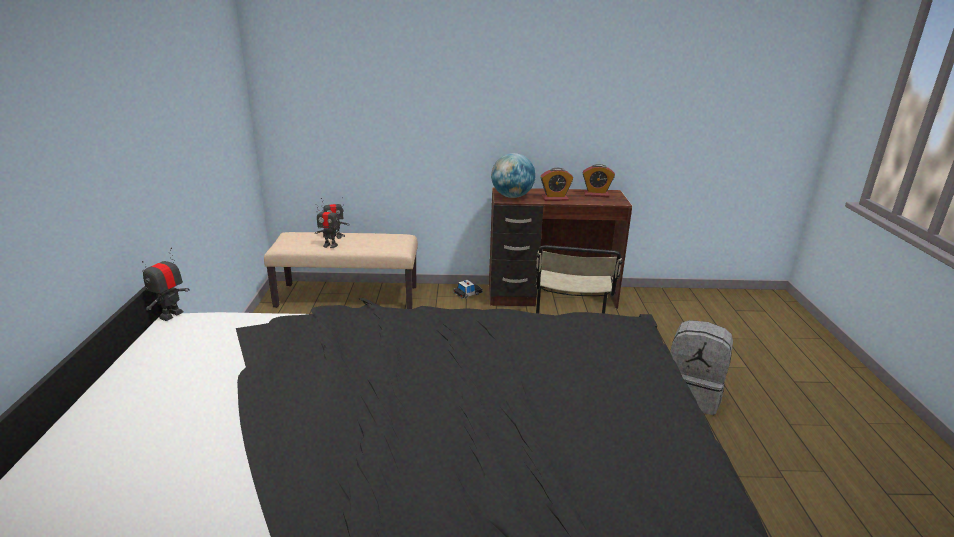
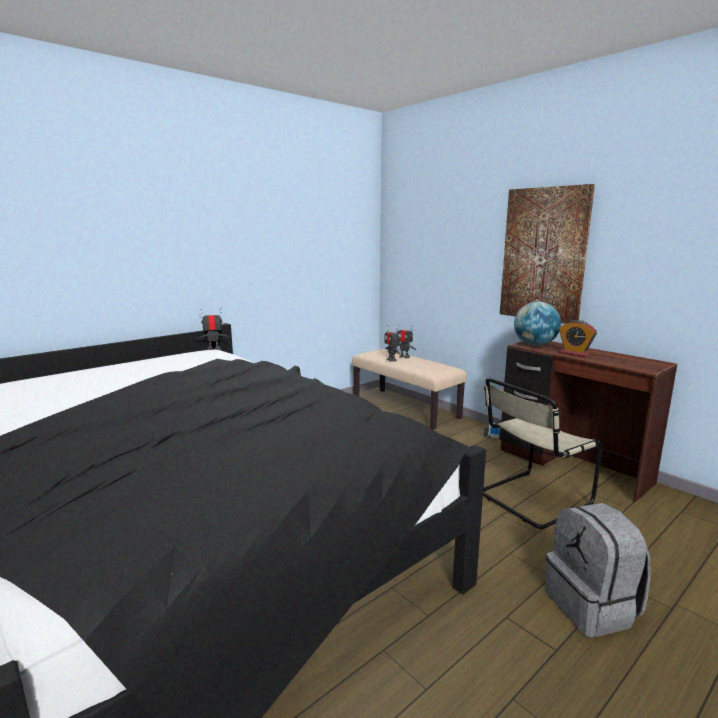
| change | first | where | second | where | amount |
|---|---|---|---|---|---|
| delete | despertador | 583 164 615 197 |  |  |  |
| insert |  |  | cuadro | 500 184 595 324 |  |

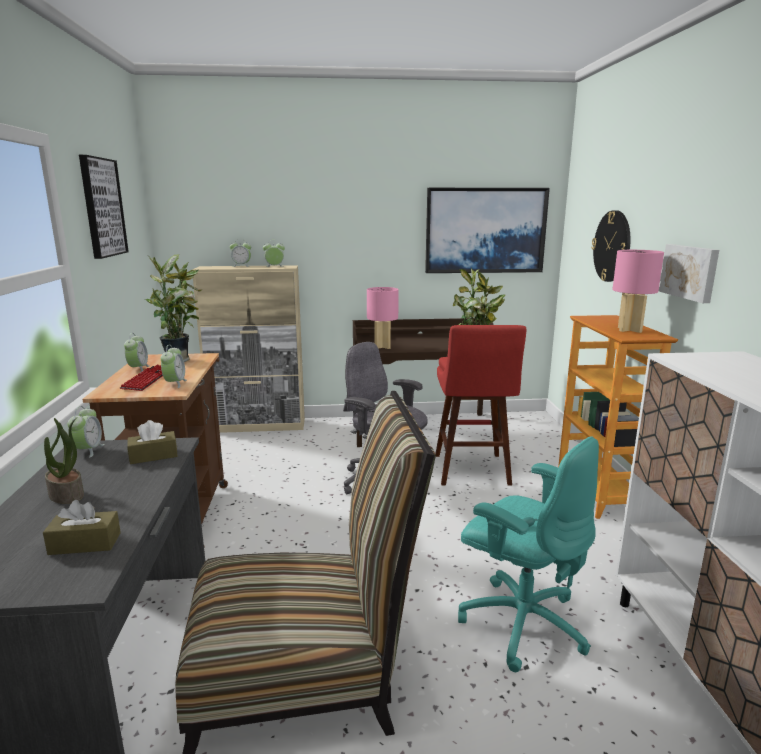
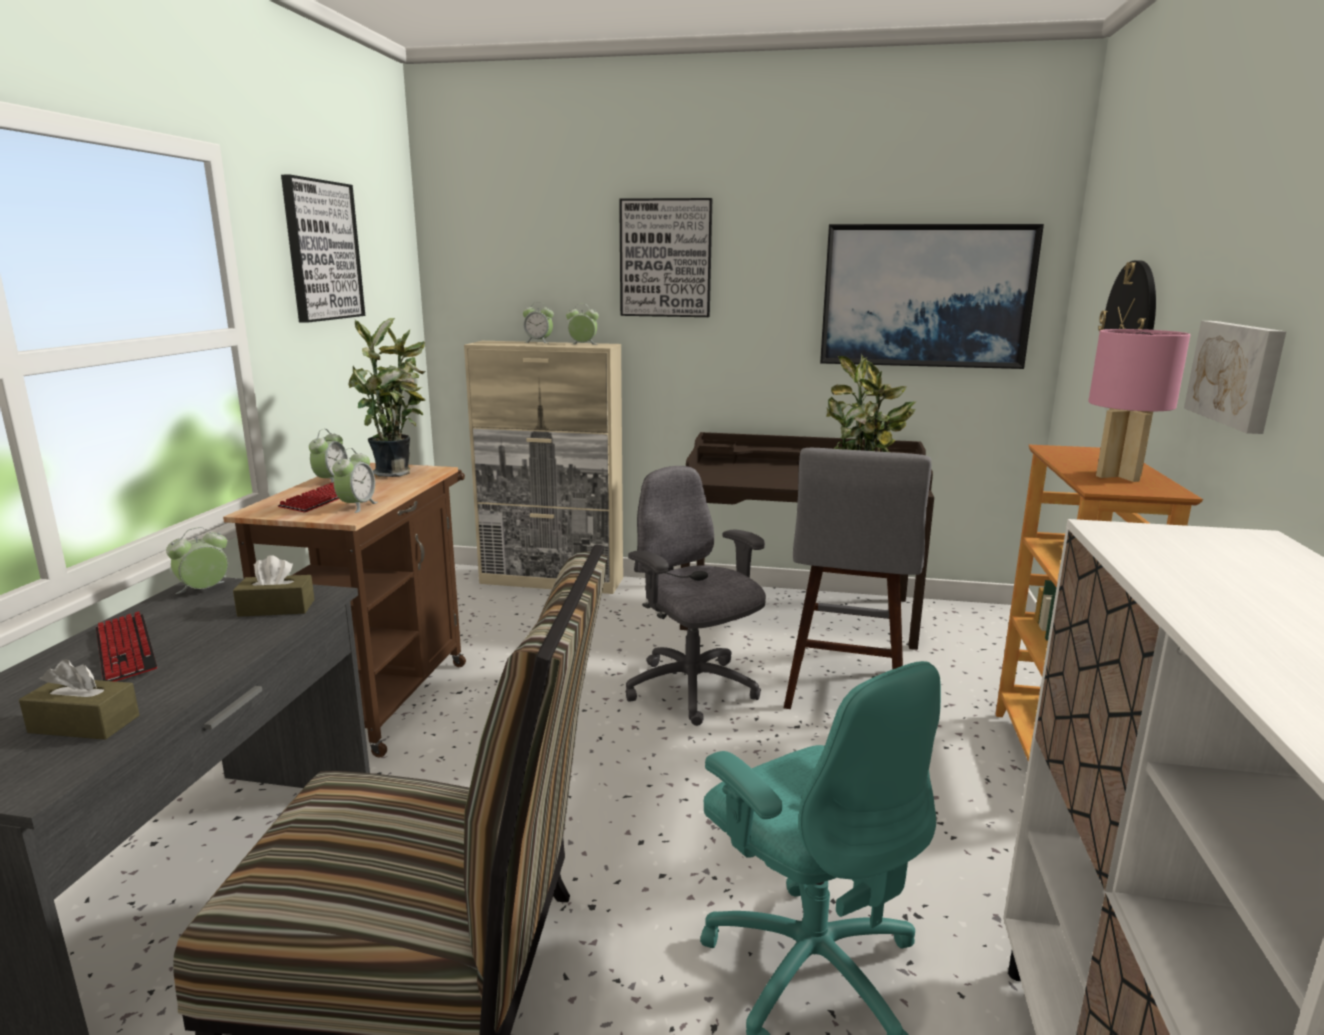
| change | first | where | second | where | amount |
|---|---|---|---|---|---|
| delete | lámpara de mesa/rosa | 367 287 399 349 |  |  |  |
| recolor | taburete/rojo | 435 325 527 486 | taburete/gris | 784 448 932 709 |  |
| rotate | despertador | 67 406 105 458 |  | 166 527 228 594 | 150 degrees counterclockwise |
| replace | planta en maceta | 44 418 84 504 | teclado | 96 611 157 682 |  |
| insert |  |  | cuadro | 619 198 712 317 |  |

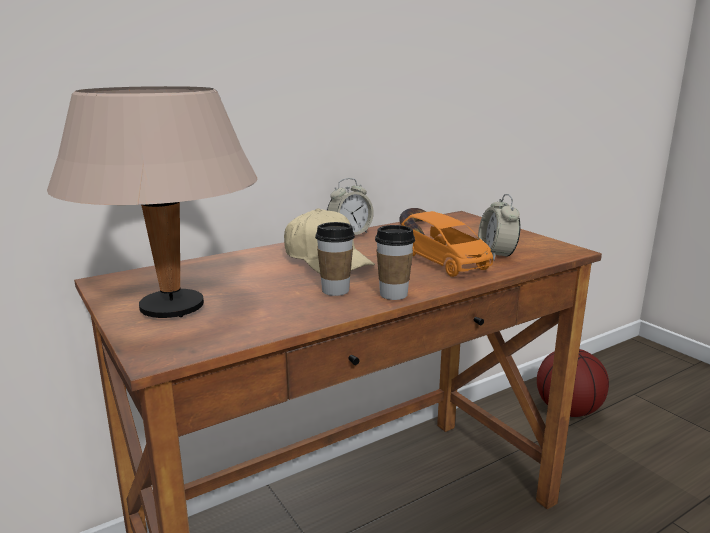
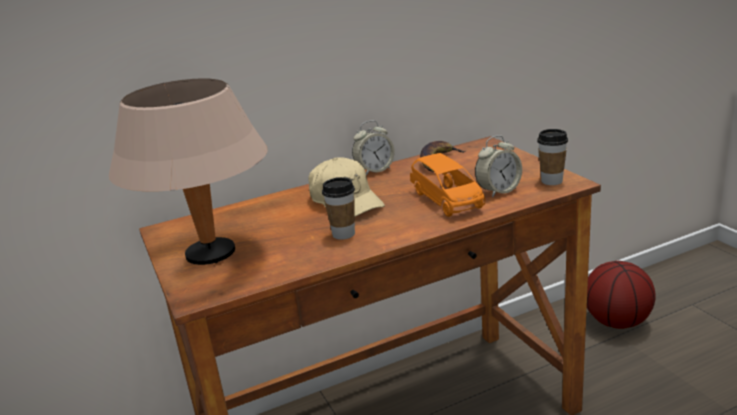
| change | first | where | second | where | amount |
|---|---|---|---|---|---|
| rotate | despertador | 478 194 521 260 |  | 475 135 522 198 | 120 degrees counterclockwise |
| move | taza | 375 225 415 300 |  | 537 129 568 185 |  |

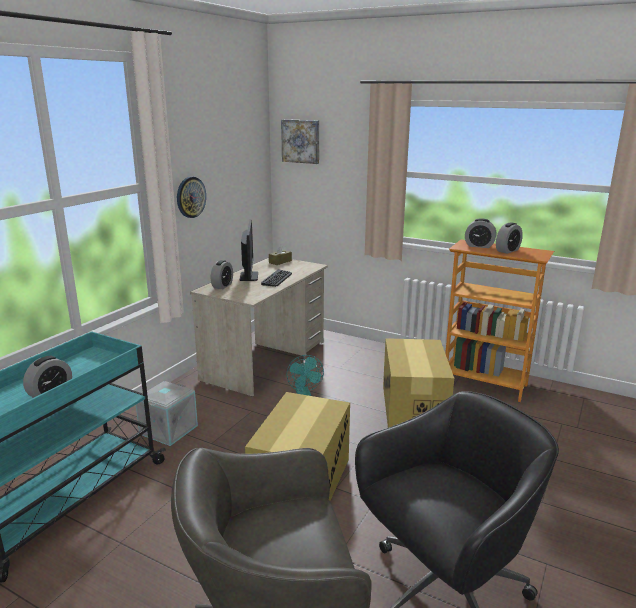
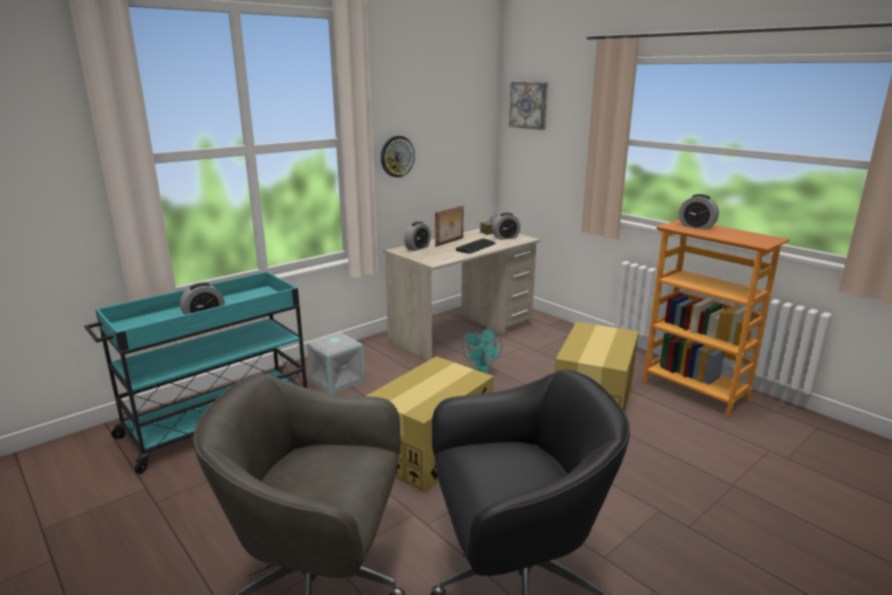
| change | first | where | second | where | amount |
|---|---|---|---|---|---|
| replace | monitor | 240 219 258 281 | portarretratos | 435 206 463 247 |  |
| move | despertador | 496 222 523 254 |  | 492 213 521 240 |  |

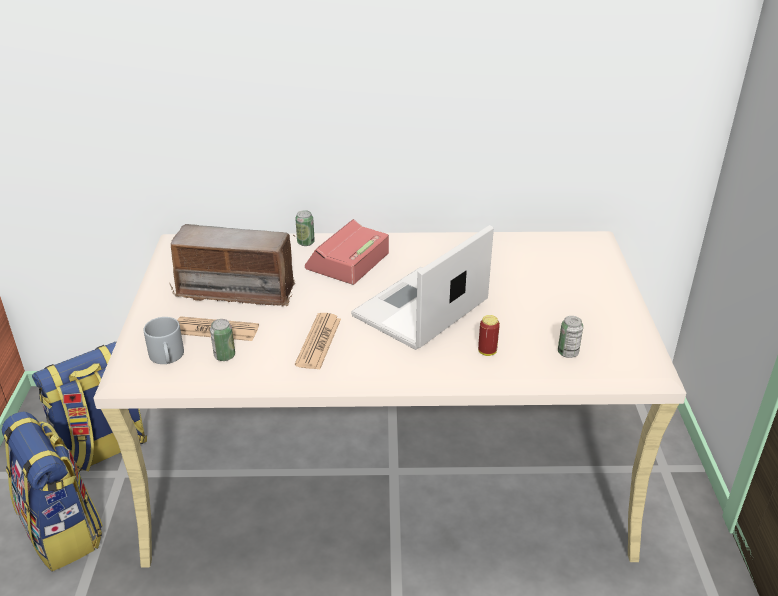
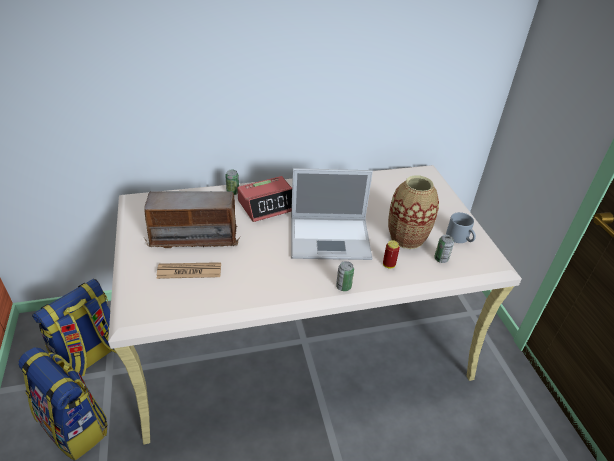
| change | first | where | second | where | amount |
|---|---|---|---|---|---|
| rotate | despertador | 305 219 389 285 |  | 237 176 292 222 | 135 degrees counterclockwise |
| rotate | portátil | 351 225 494 350 |  | 291 168 373 260 | 120 degrees counterclockwise |
| delete | periódico | 295 313 341 370 |  |  |  |
| move | taza grande/gris | 143 317 184 364 |  | 446 212 476 243 |  |
| move | lata | 210 319 235 361 |  | 336 261 354 291 |  |
| insert |  |  | florero | 388 175 439 249 |  |

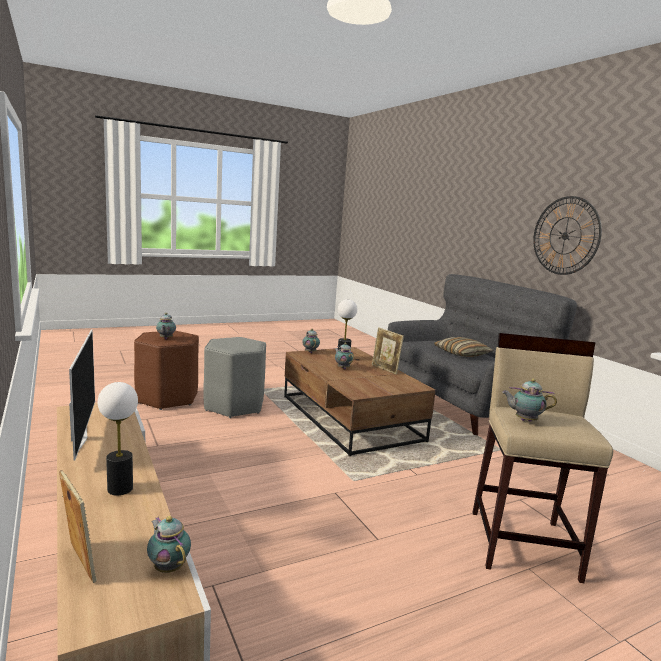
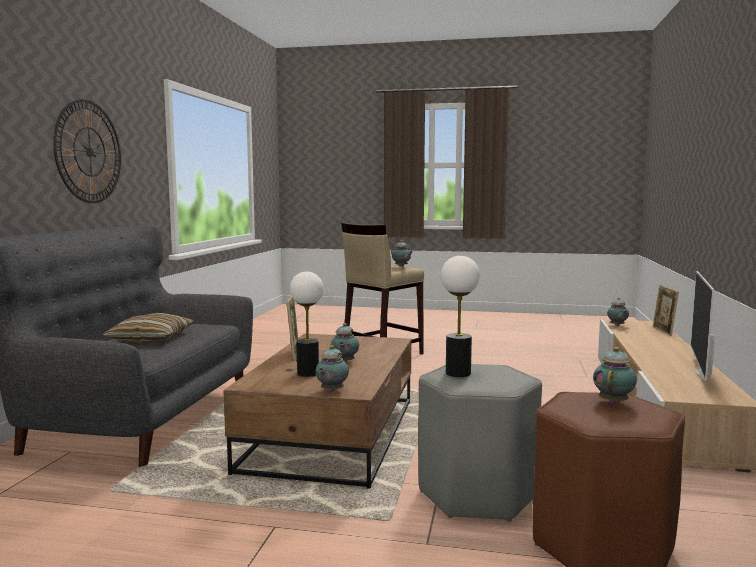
| change | first | where | second | where | amount |
|---|---|---|---|---|---|
| move | lámpara de mesa | 98 382 138 495 |  | 441 256 480 377 |  |

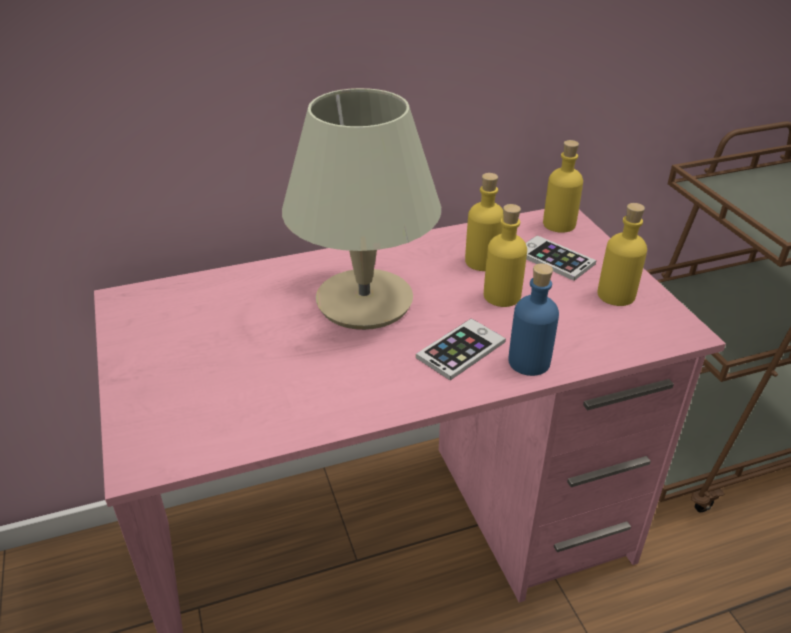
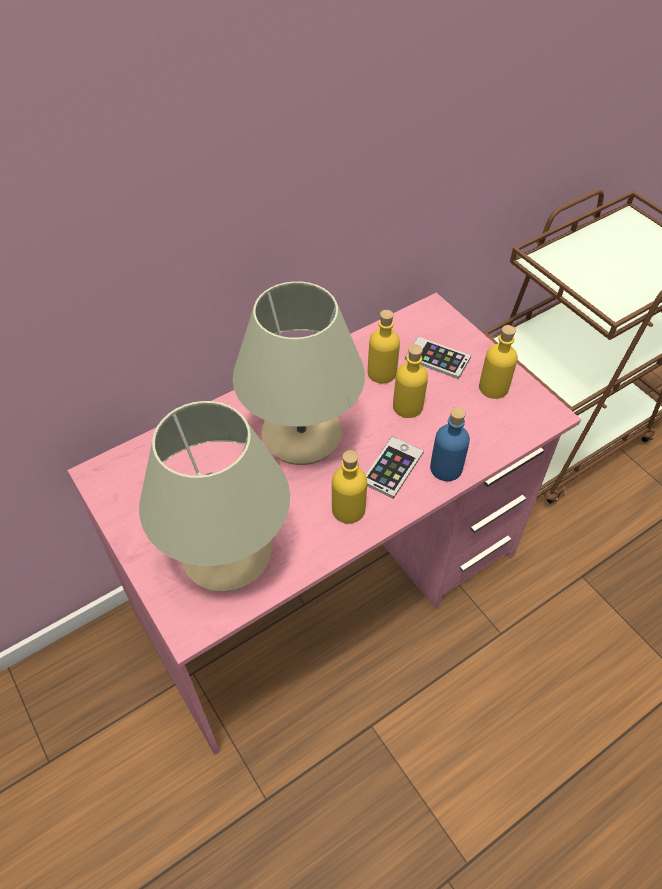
| change | first | where | second | where | amount |
|---|---|---|---|---|---|
| move | botella/amarillo | 543 140 583 233 |  | 332 450 367 524 |  |
| insert |  |  | lámpara de mesa/beis | 139 401 290 592 |  |

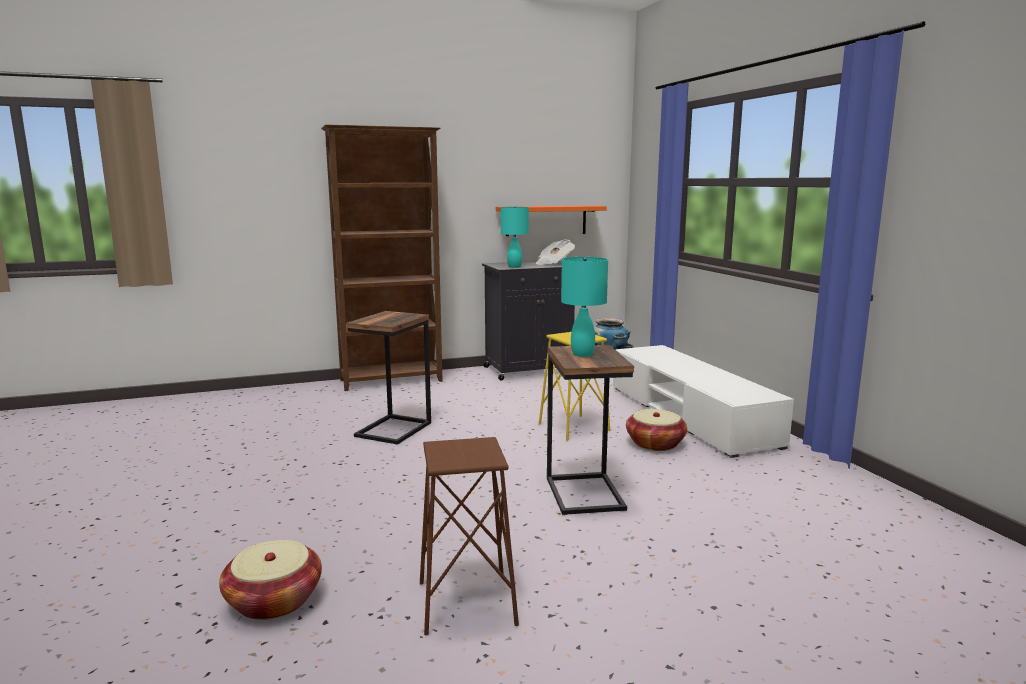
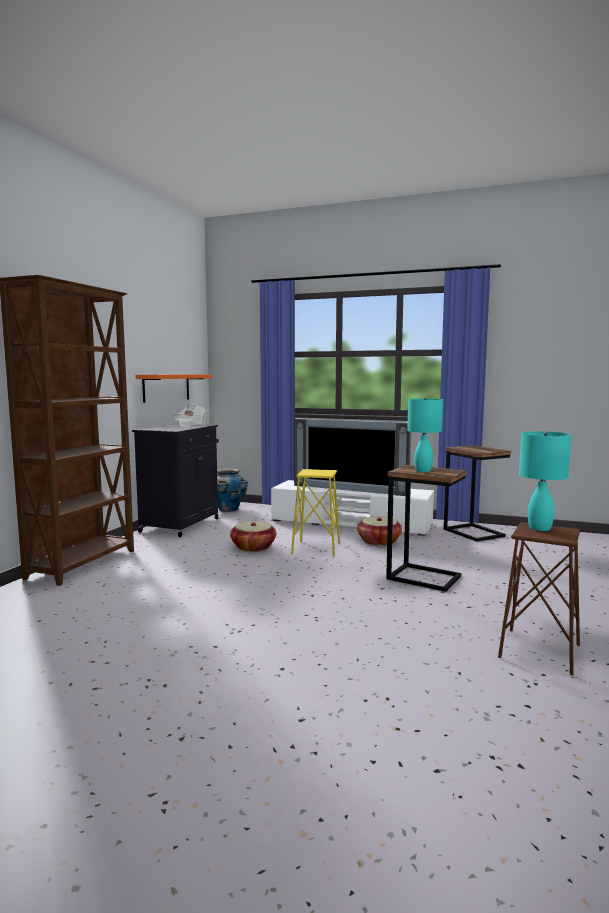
| change | first | where | second | where | amount |
|---|---|---|---|---|---|
| move | lámpara de mesa/turquesa | 501 206 529 268 |  | 519 431 571 531 |  |
| move | mesa auxiliar | 346 311 431 445 |  | 444 445 511 542 |  |
| move | cesta | 219 540 322 620 |  | 230 521 277 552 |  |
| insert |  |  | televisor | 294 418 412 496 |  |

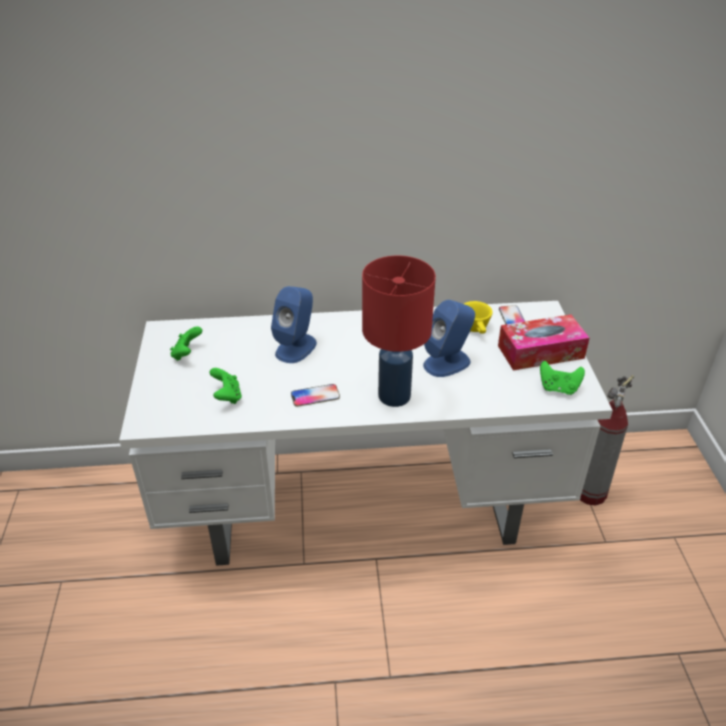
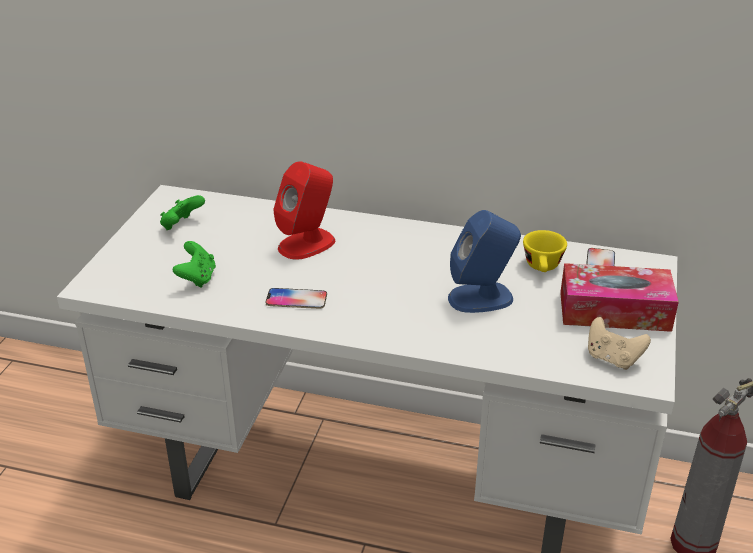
| change | first | where | second | where | amount |
|---|---|---|---|---|---|
| delete | lámpara de mesa/rojo | 362 255 436 407 |  |  |  |
| recolor | altavoz/azul | 271 286 317 363 | altavoz/rojo | 273 161 335 260 |  |
| recolor | mando de consola/verde | 540 361 585 395 | mando de consola/beis | 588 317 651 370 |  |

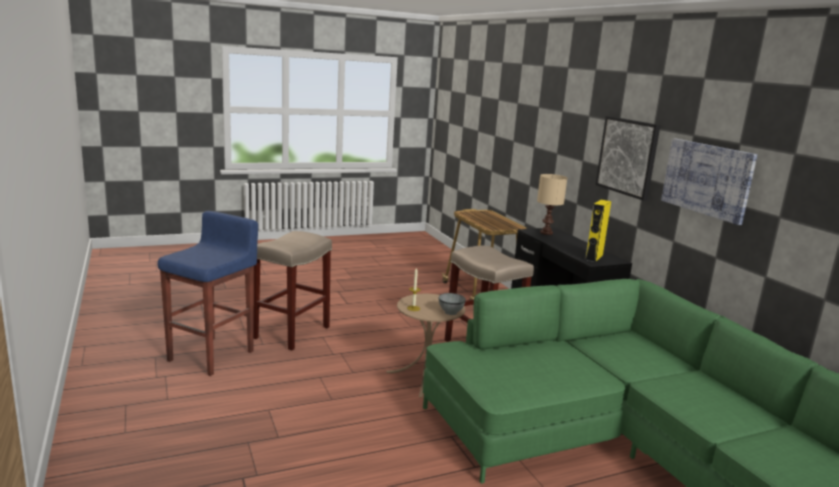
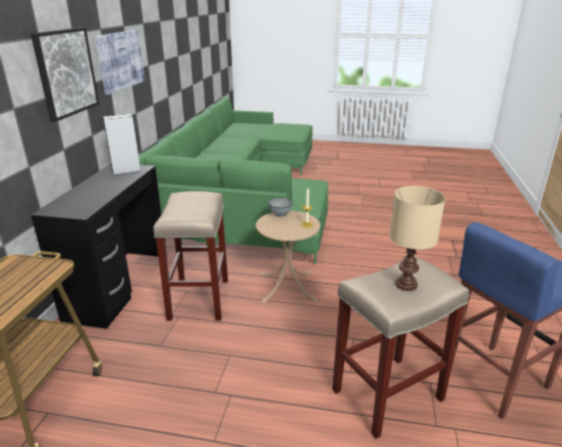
| change | first | where | second | where | amount |
|---|---|---|---|---|---|
| move | lámpara de mesa/beis | 537 174 567 235 |  | 389 186 445 291 |  |
| recolor | altavoz/amarillo | 585 200 611 262 | altavoz/gris | 103 114 141 175 |  |

